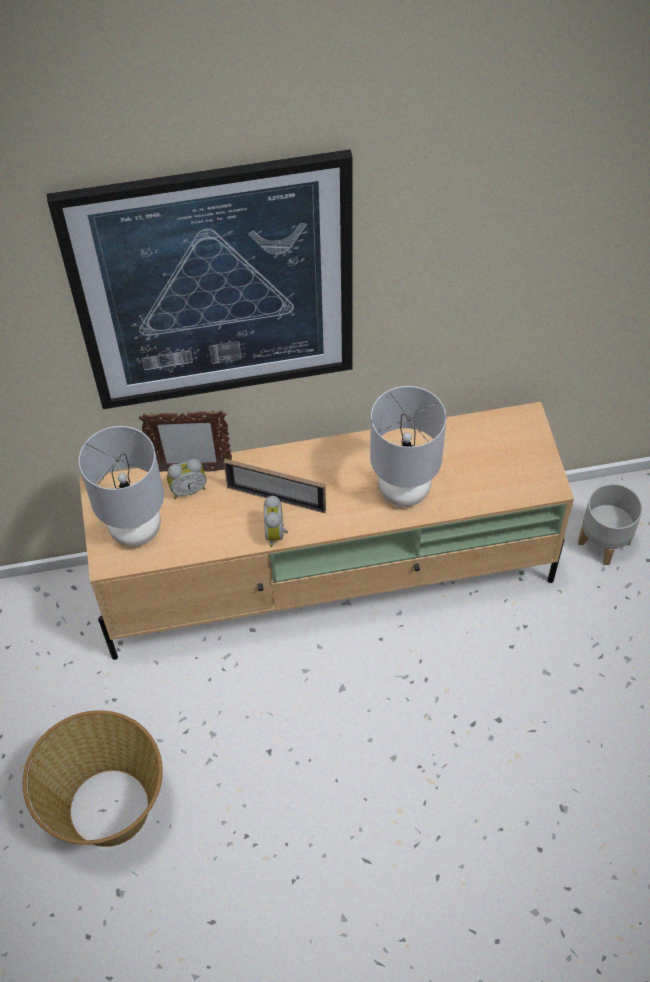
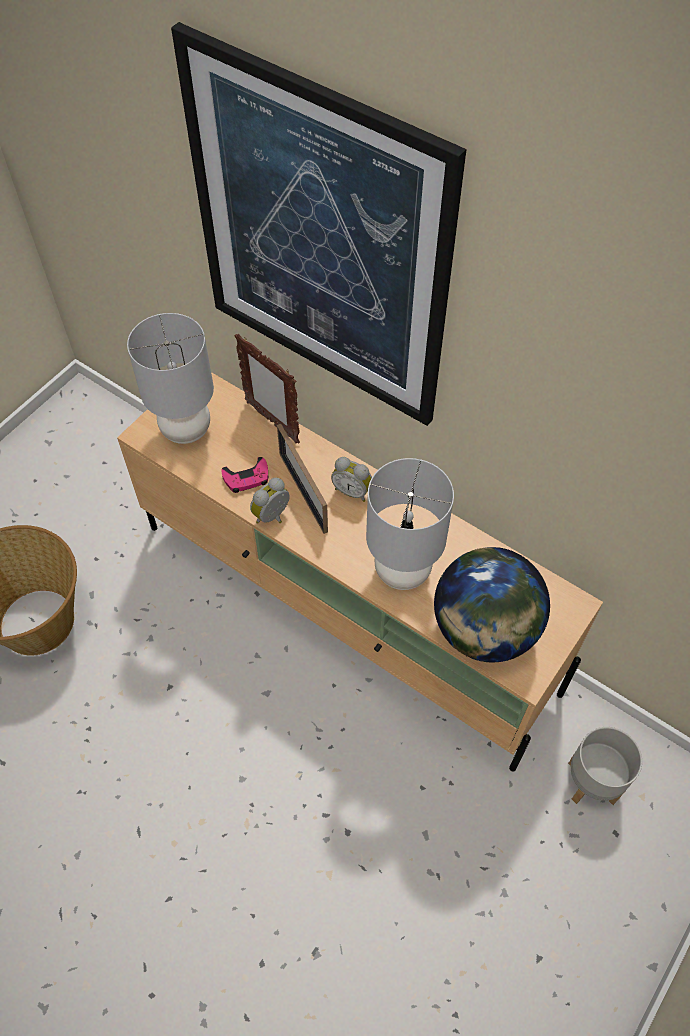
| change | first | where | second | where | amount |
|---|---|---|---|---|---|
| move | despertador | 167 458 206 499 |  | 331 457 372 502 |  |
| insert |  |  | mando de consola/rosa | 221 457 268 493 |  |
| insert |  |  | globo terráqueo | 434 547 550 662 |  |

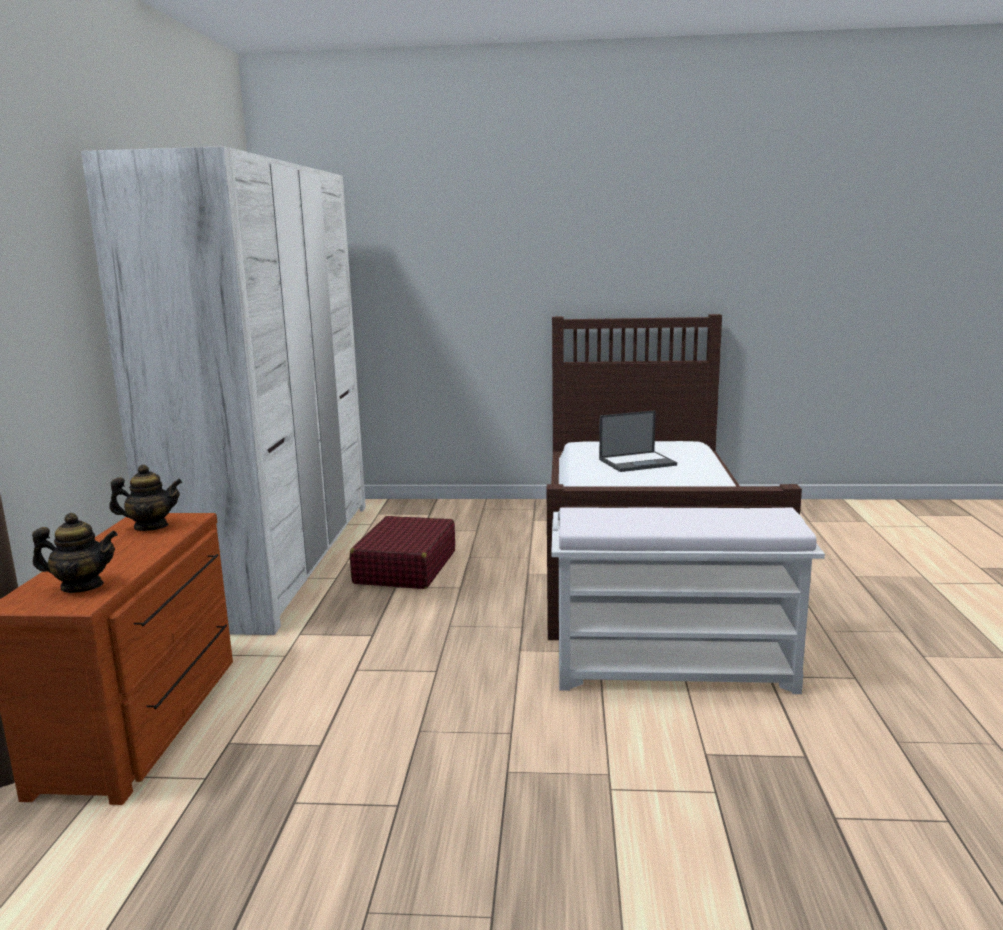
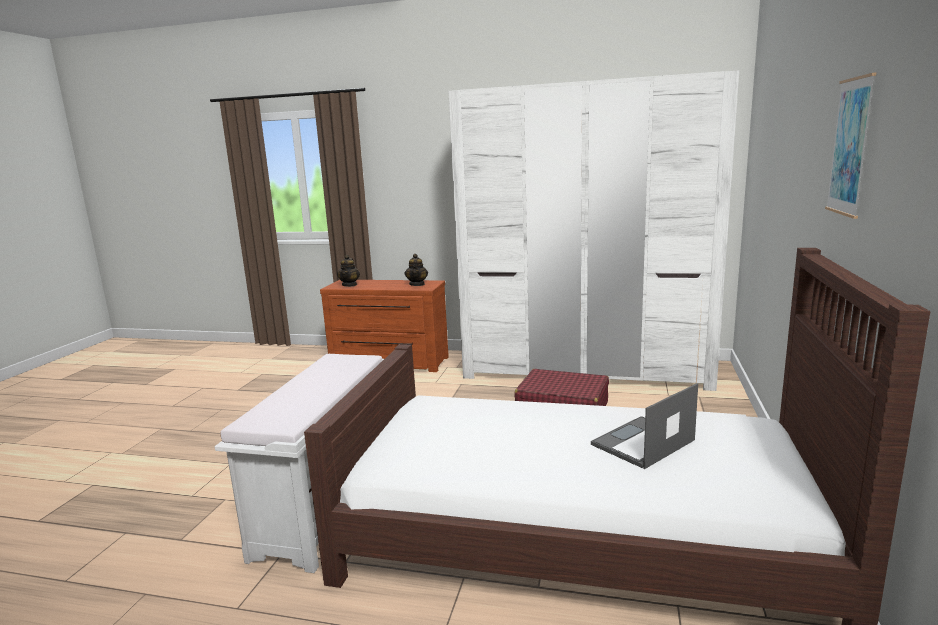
| change | first | where | second | where | amount |
|---|---|---|---|---|---|
| rotate | portátil | 599 410 677 472 |  | 591 383 698 469 | 60 degrees clockwise |
| insert |  |  | cuadro | 825 72 877 219 |  |

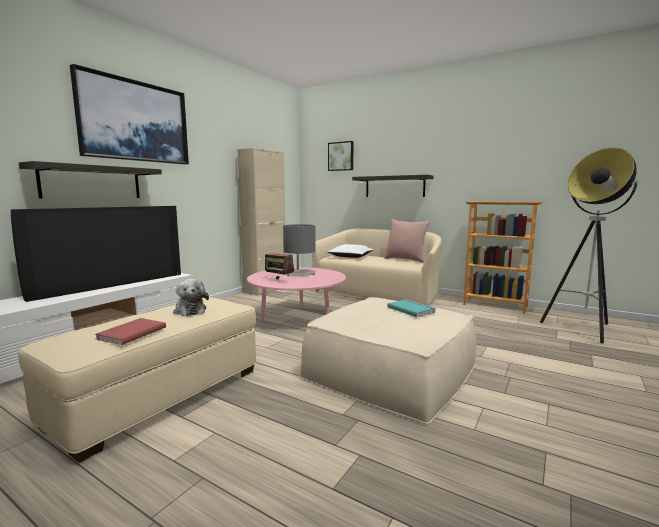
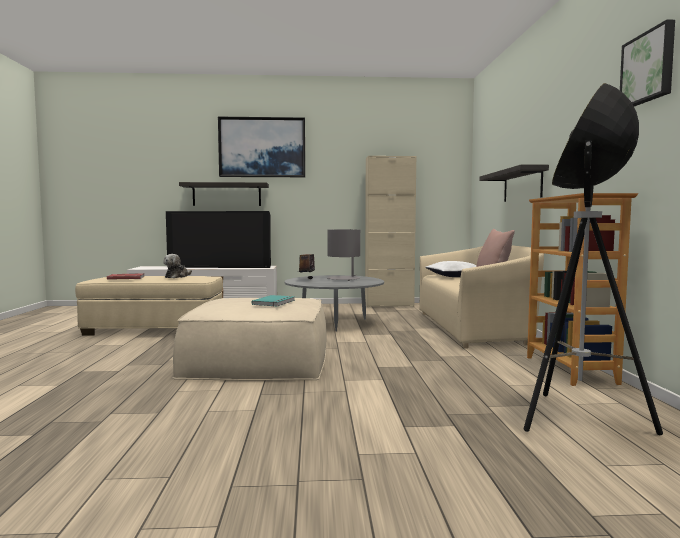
| change | first | where | second | where | amount |
|---|---|---|---|---|---|
| move | cuadro | 328 141 354 171 |  | 620 20 675 106 |  |
| recolor | mesa de centro/rosa | 247 267 346 323 | mesa de centro/gris | 285 275 384 332 |  |

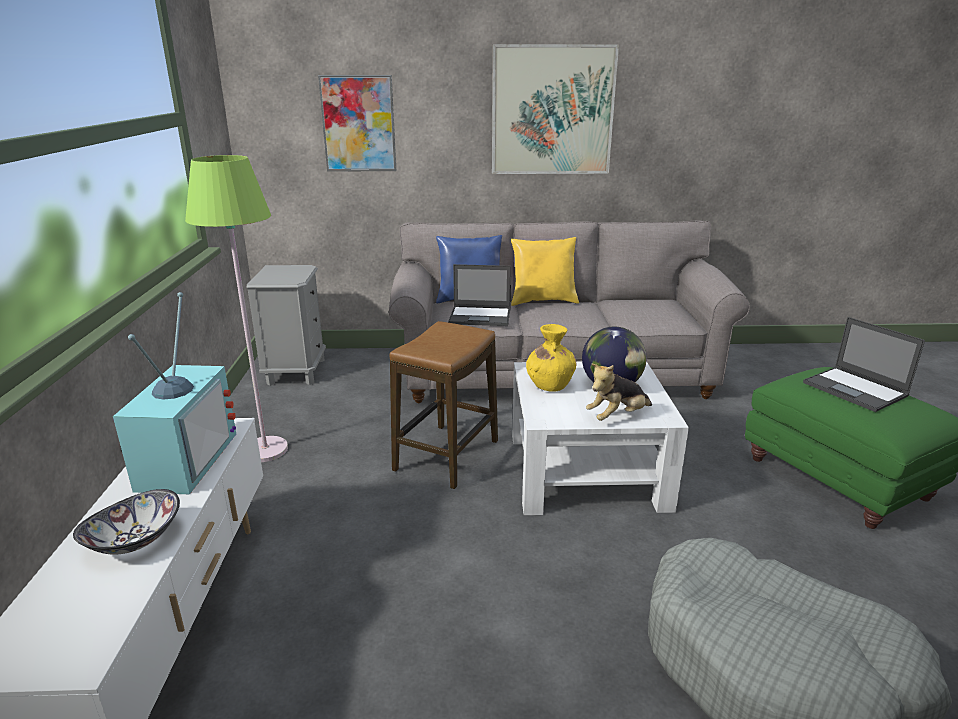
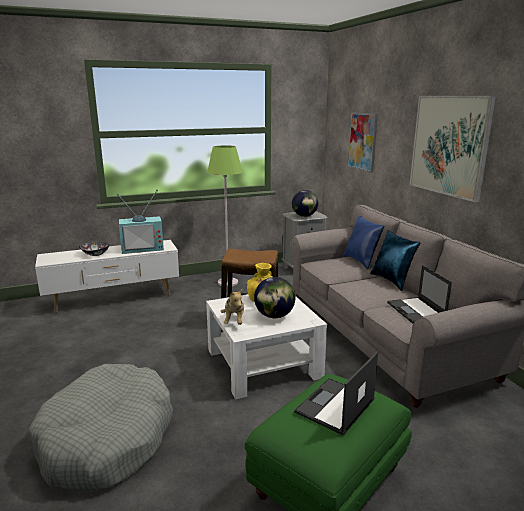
| change | first | where | second | where | amount |
|---|---|---|---|---|---|
| recolor | cojín/amarillo | 511 237 579 306 | cojín/azul | 370 230 421 291 |  |
| move | portátil | 448 264 511 326 |  | 387 265 452 323 |  |
| rotate | peluche | 586 364 652 421 |  | 221 289 244 325 | 135 degrees counterclockwise |
| insert |  |  | globo terráqueo | 292 190 318 217 |  |

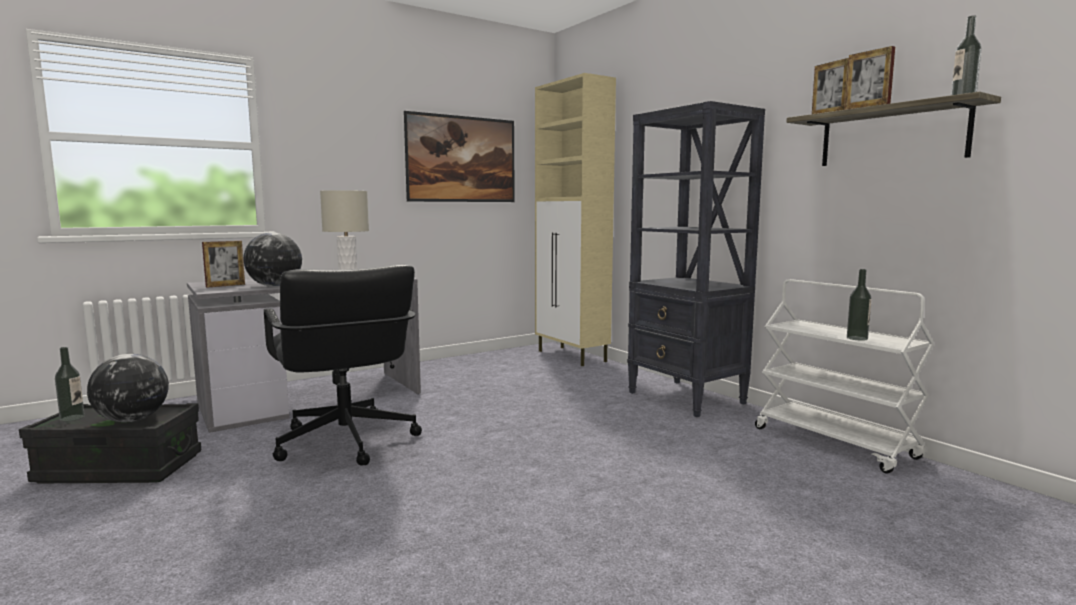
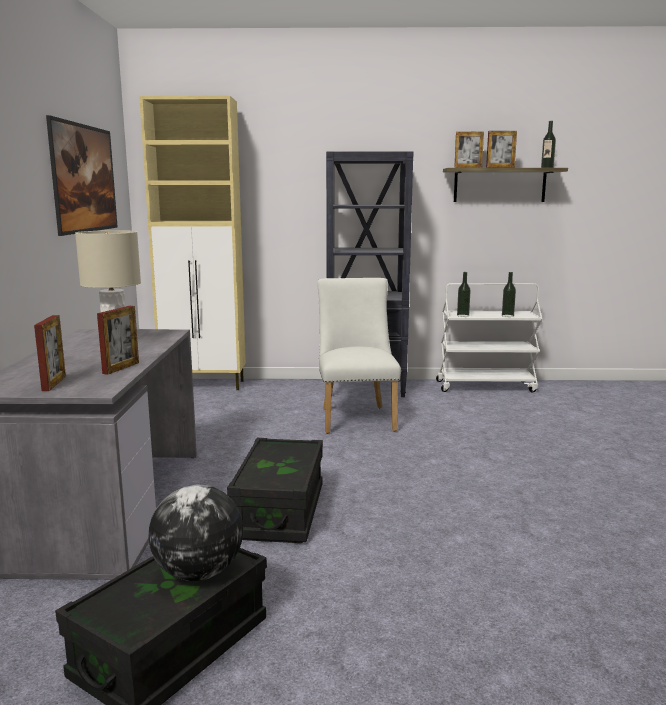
| change | first | where | second | where | amount |
|---|---|---|---|---|---|
| replace | globo terráqueo | 243 233 302 287 | portarretratos | 97 306 139 375 |  |
| replace | silla de oficina/negro | 264 265 422 466 | caja de almacenaje/negro | 227 438 323 543 |  |
| move | botella | 55 347 85 421 |  | 457 272 471 317 |  |
| insert |  |  | silla/blanco | 317 278 401 434 |  |

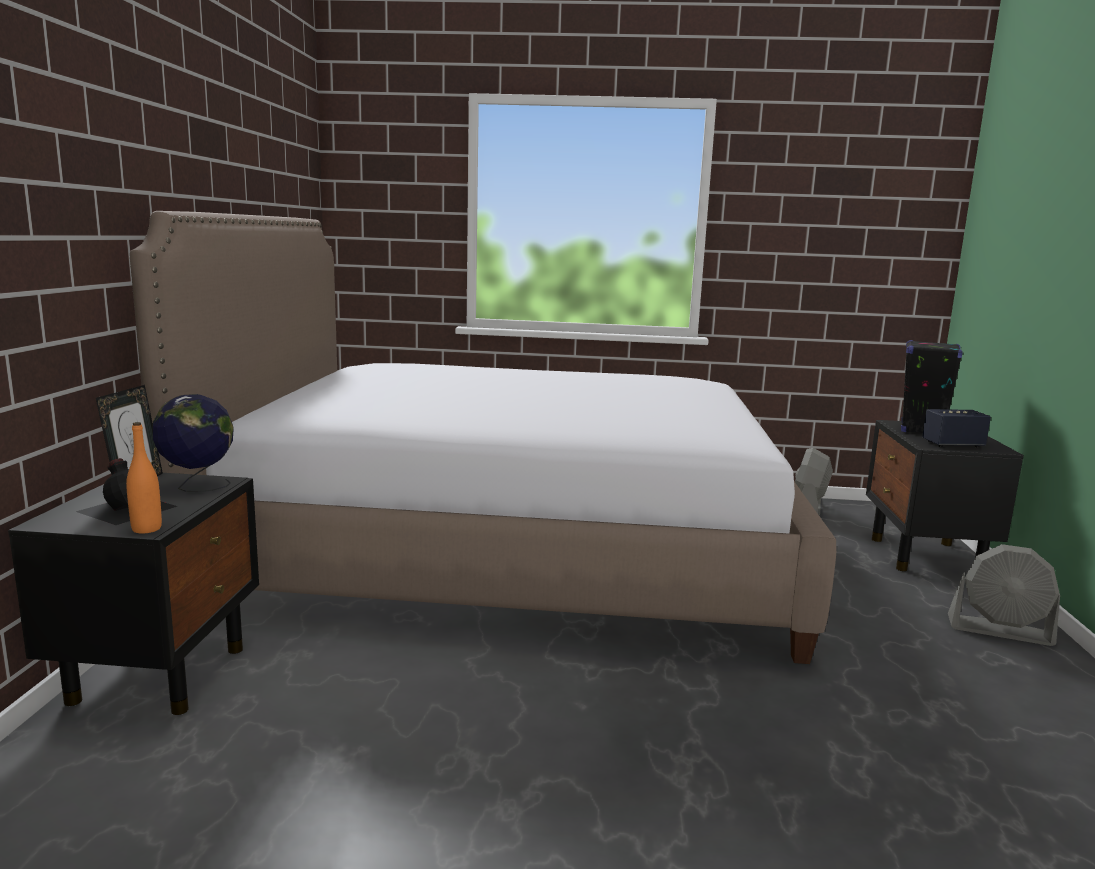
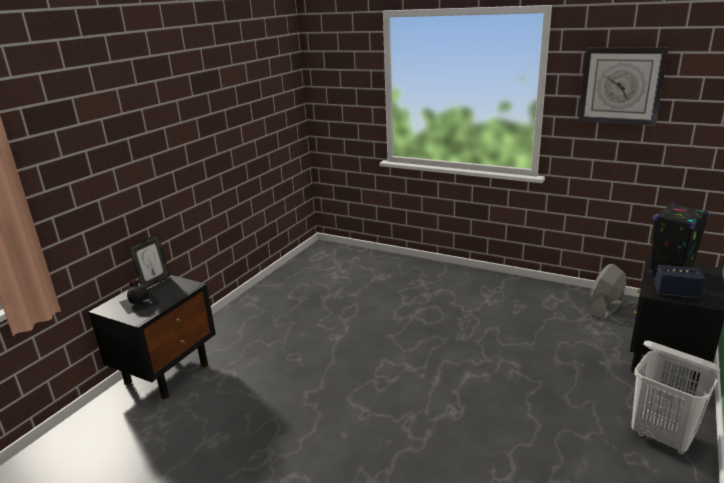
| change | first | where | second | where | amount |
|---|---|---|---|---|---|
| delete | cama | 130 211 836 664 |  |  |  |
| delete | globo terráqueo | 153 394 234 492 |  |  |  |
| delete | botella/naranja | 126 422 162 534 |  |  |  |
| replace | ventilador/gris | 948 544 1060 646 | cesto de la ropa/blanco | 631 340 720 455 |  |
| insert |  |  | reloj de pared | 578 48 669 126 |  |

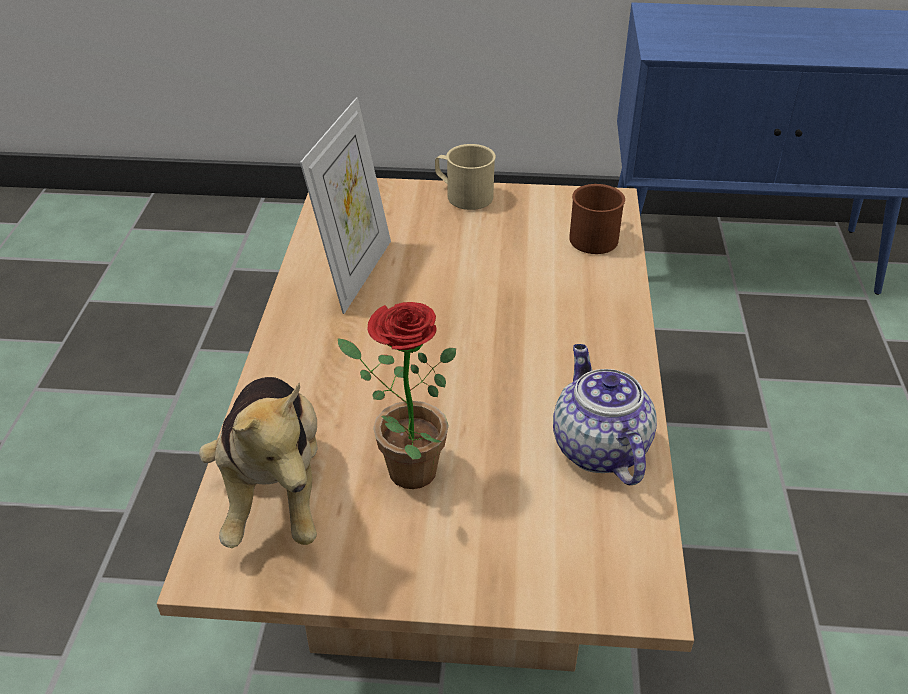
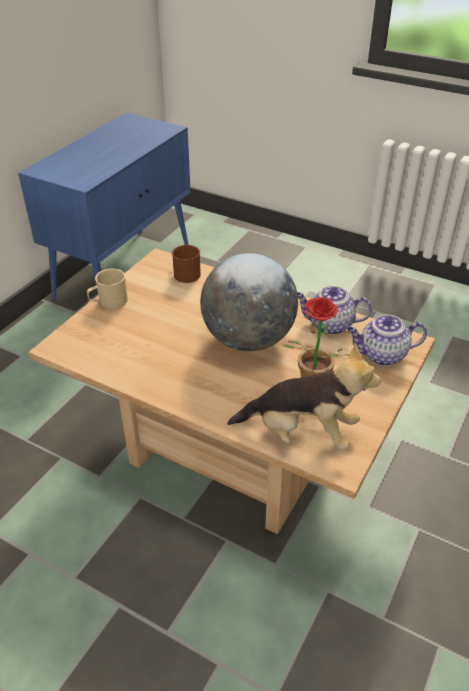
| change | first | where | second | where | amount |
|---|---|---|---|---|---|
| delete | portarretratos | 300 97 391 314 |  |  |  |
| insert |  |  | globo terráqueo | 200 253 298 351 |  |
| insert |  |  | tetera | 347 314 427 366 |  |

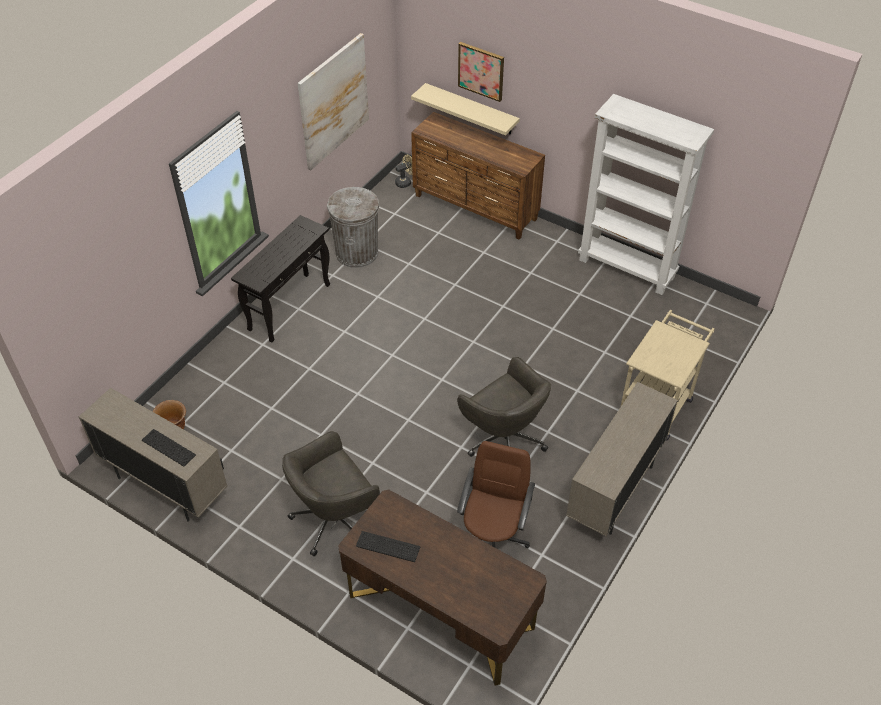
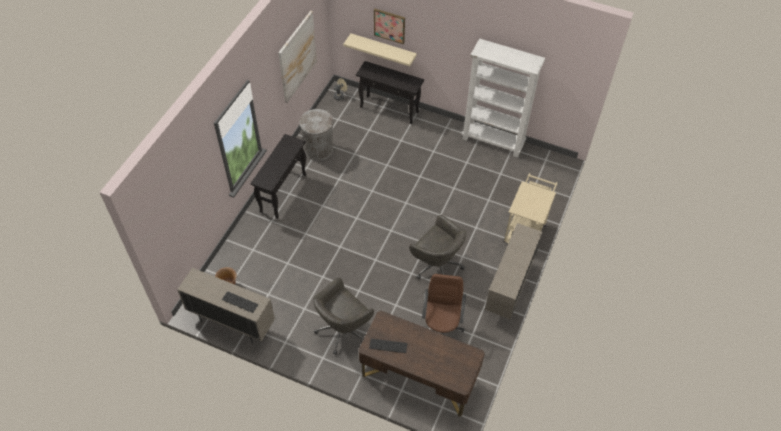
| change | first | where | second | where | amount |
|---|---|---|---|---|---|
| replace | cómoda/marrón | 411 112 545 240 | mesa consola/negro | 356 61 424 124 |  |

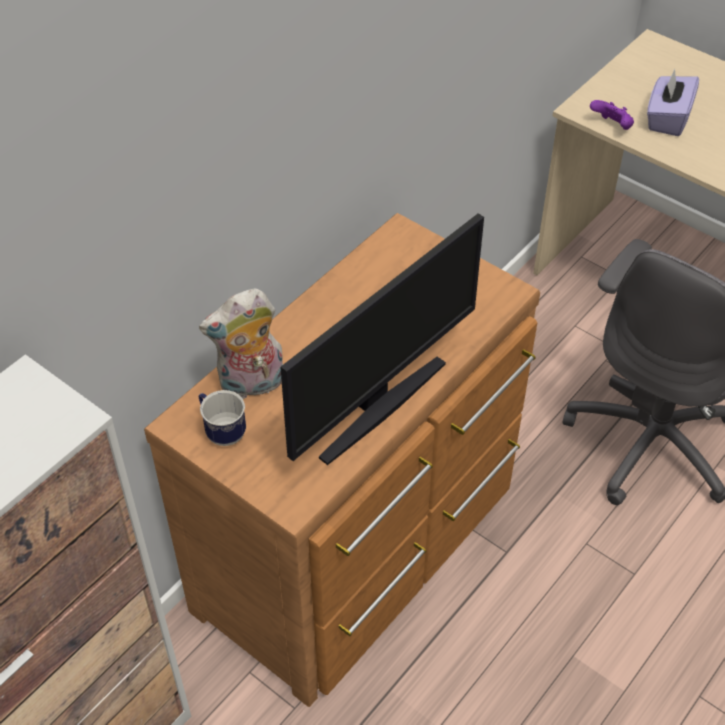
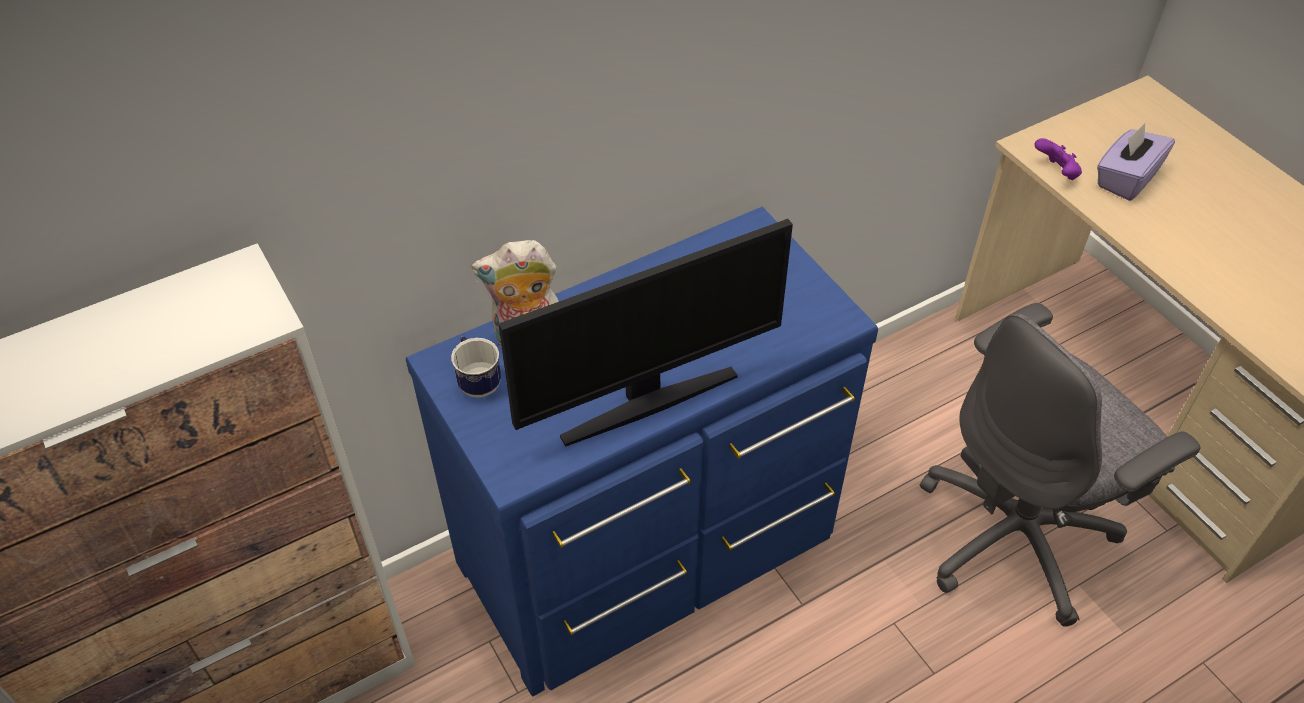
| change | first | where | second | where | amount |
|---|---|---|---|---|---|
| recolor | cómoda/marrón | 144 213 540 707 | cómoda/azul | 406 207 878 696 |  |

